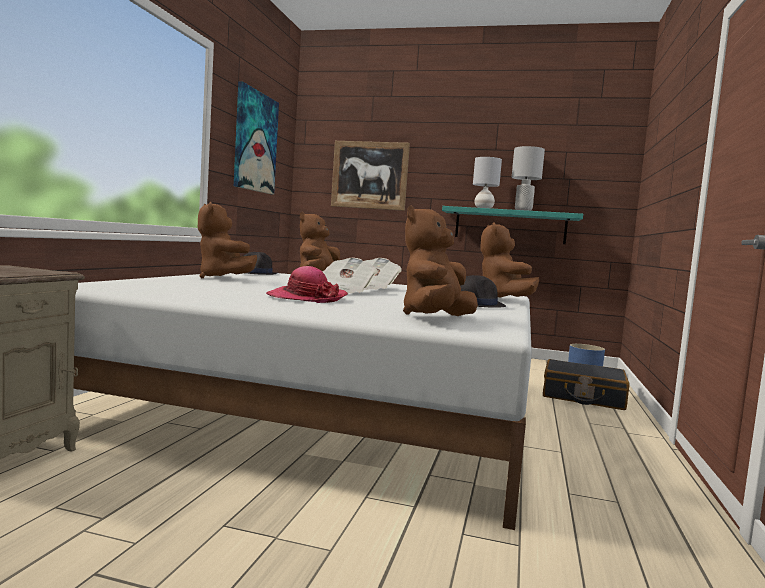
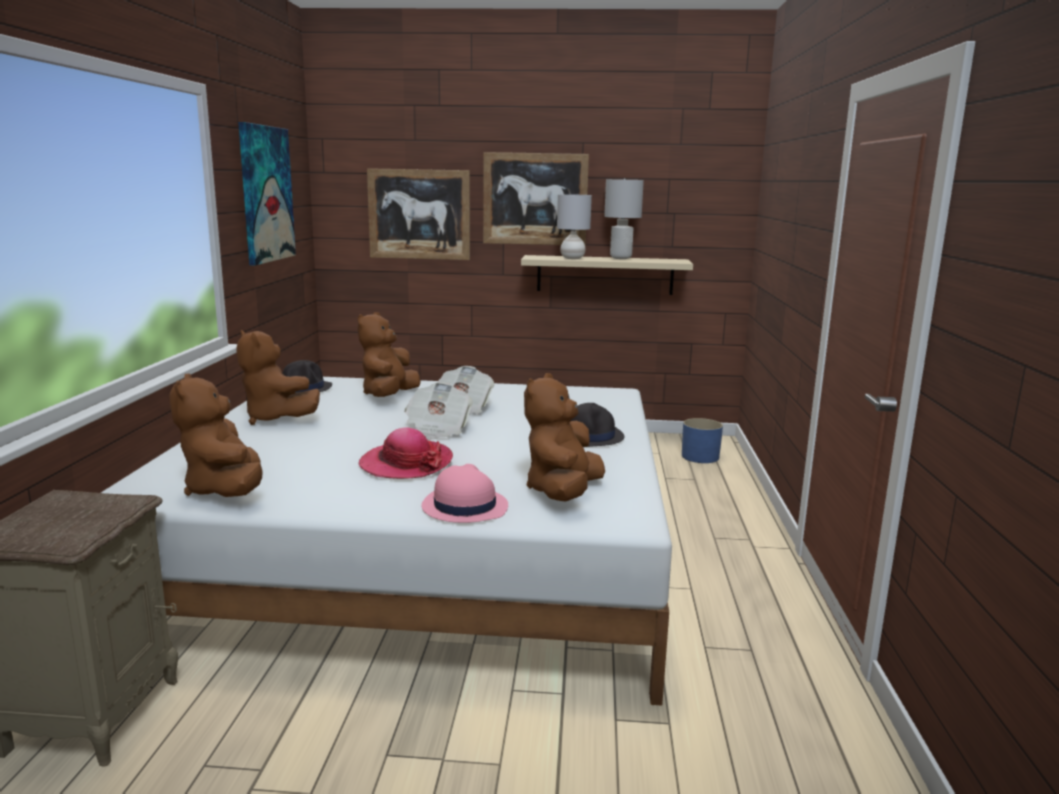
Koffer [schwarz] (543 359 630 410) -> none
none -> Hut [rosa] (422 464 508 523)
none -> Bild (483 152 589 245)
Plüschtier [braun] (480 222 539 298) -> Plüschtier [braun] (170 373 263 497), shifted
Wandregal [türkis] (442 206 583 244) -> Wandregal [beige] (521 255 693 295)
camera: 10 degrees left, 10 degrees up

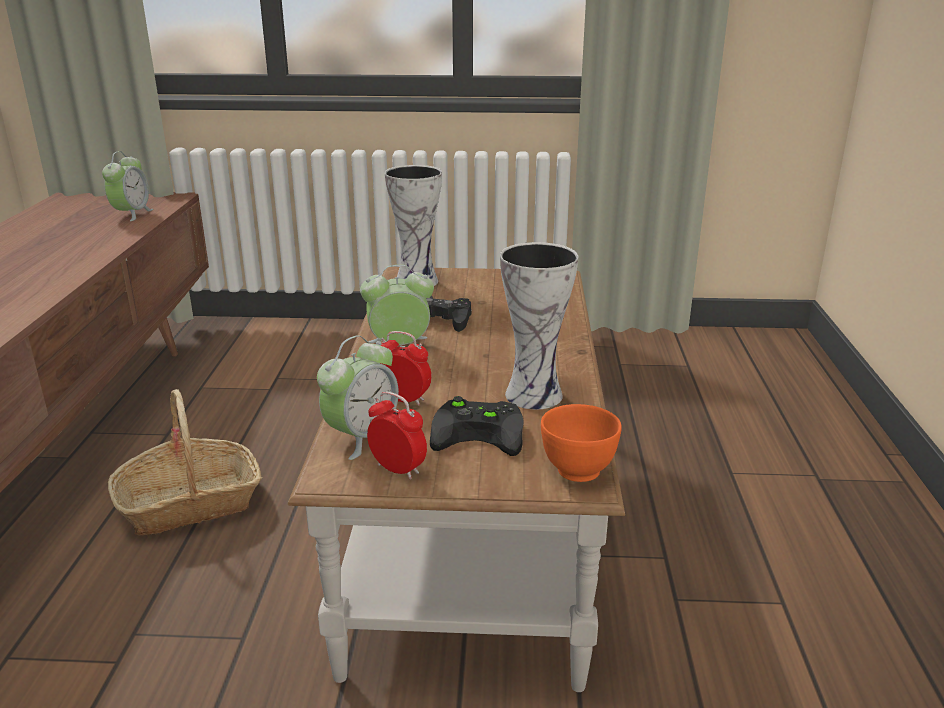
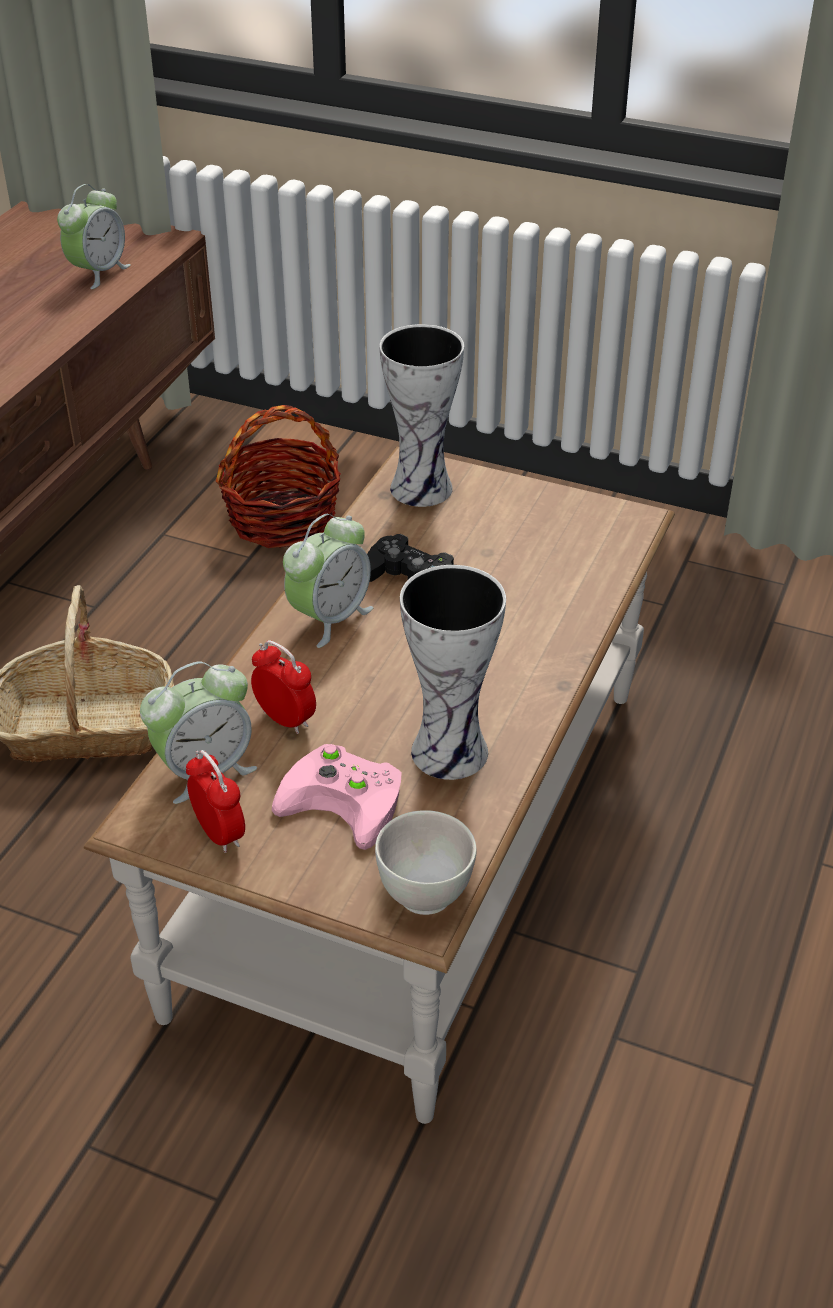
none -> Korb (216 405 341 548)
Gamepad [schwarz] (430 396 523 456) -> Gamepad [rosa] (272 744 402 850)
Schüssel [orange] (541 404 622 482) -> Schüssel [weiß] (375 810 476 915)
Wecker (360 265 434 345) -> Wecker (283 514 373 648), 120 degrees clockwise
camera: 20 degrees right, 15 degrees up

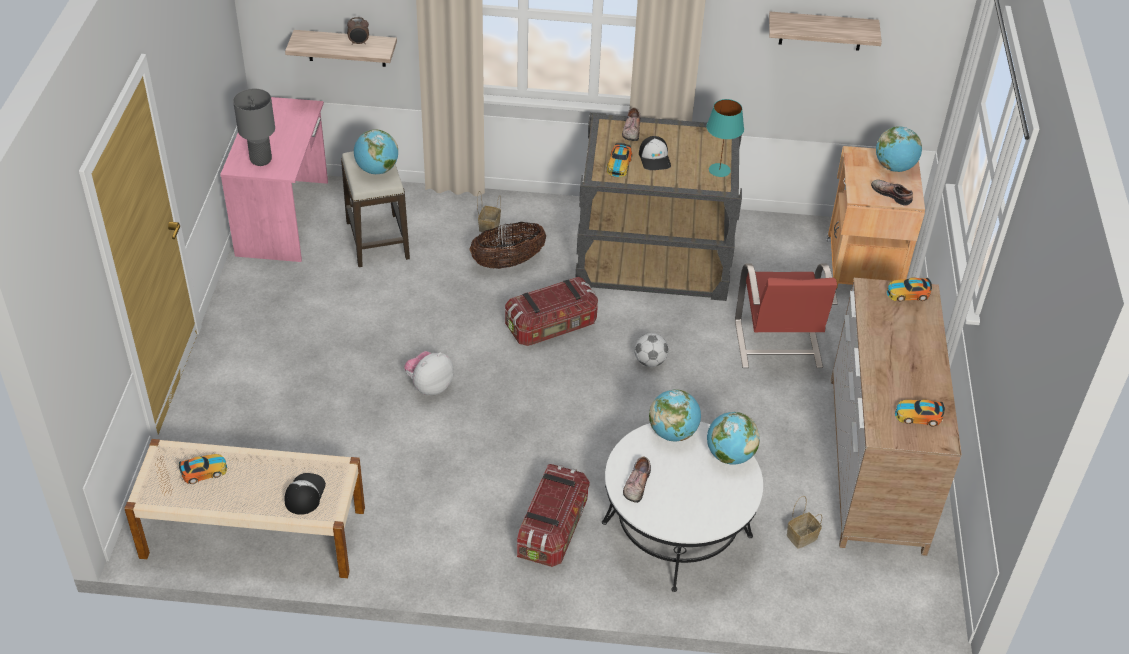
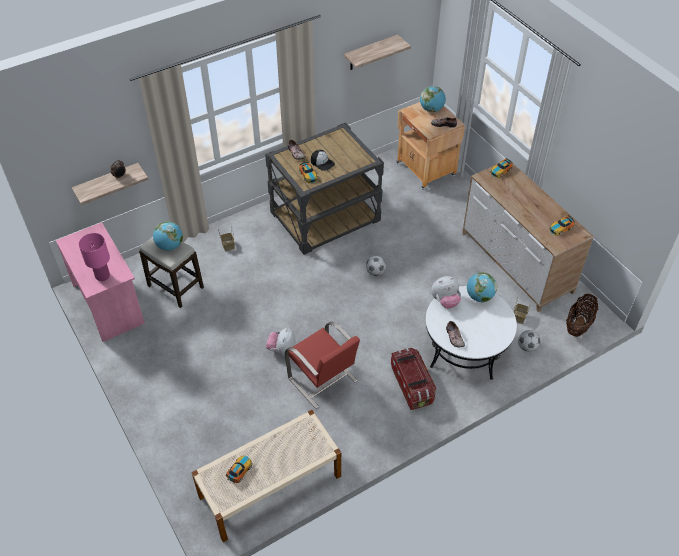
Kappe (284 473 326 515) -> none
Aufbewahrungsbox (505 277 598 346) -> none
Tischlampe [türkis] (706 99 744 177) -> none
none -> Fußball (518 330 540 352)
Korb (470 222 546 269) -> Korb (566 294 598 337), shifted
Stuhl [rot] (735 263 838 368) -> Stuhl [rot] (285 322 360 409), shifted
Globus (649 389 701 441) -> Plüschtier (431 276 461 308)
Tischlampe [grau] (233 89 275 166) -> Tischlampe [rosa] (79 233 110 281)
camera: 35 degrees left, 5 degrees up

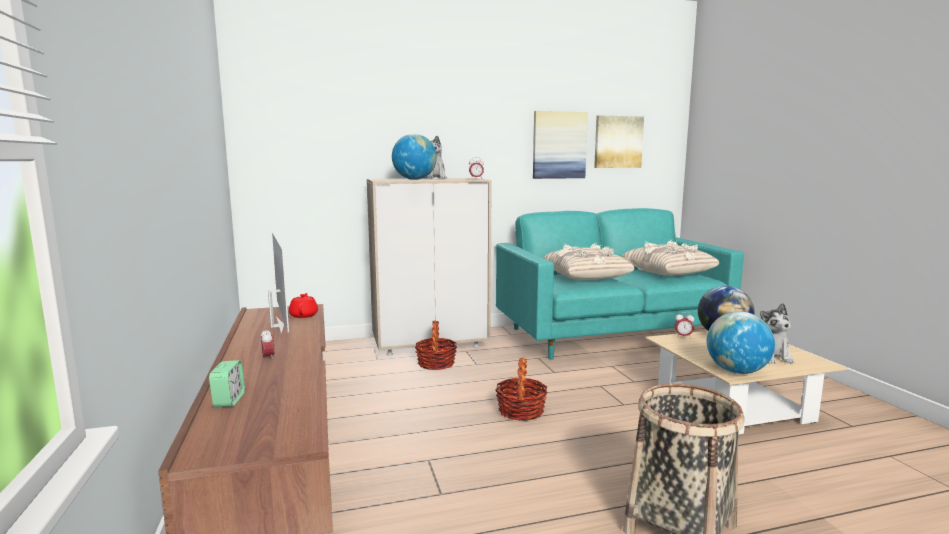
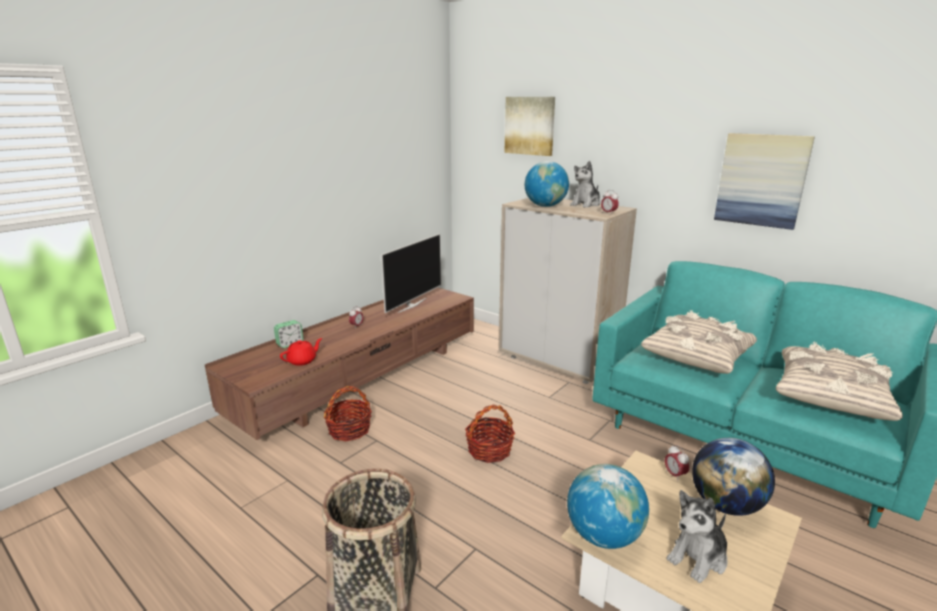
Teekanne [rot] (289 293 318 318) -> Teekanne [rot] (280 338 322 366), shifted
Korb (415 321 457 370) -> Korb (324 386 372 441), shifted
Bild (594 115 644 168) -> Bild (504 97 555 156), shifted
camera: 55 degrees right, 10 degrees up

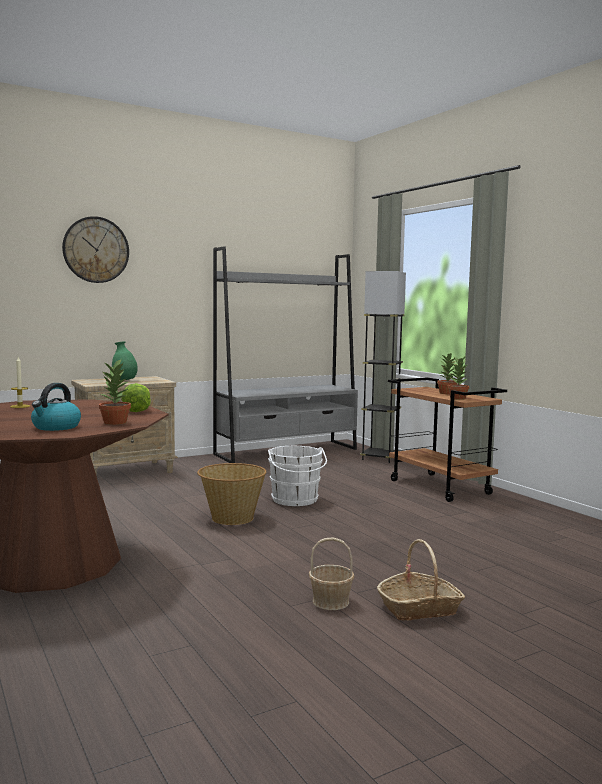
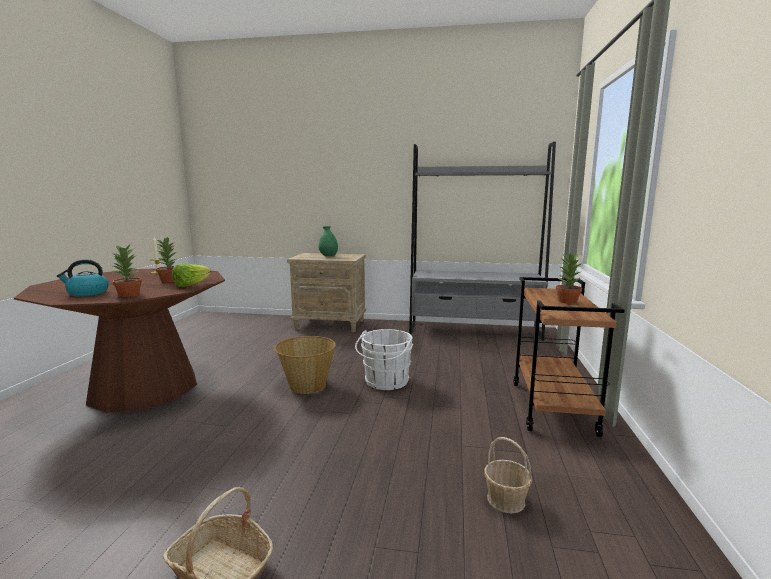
Wanduhr (62 216 129 283) -> none
Stehlampe [grau] (360 271 406 463) -> none
Korb (309 537 355 610) -> Korb (484 437 532 513), shifted
Topfpflanze (448 355 469 400) -> Topfpflanze (156 237 177 282), shifted
camera: 40 degrees right, 5 degrees up

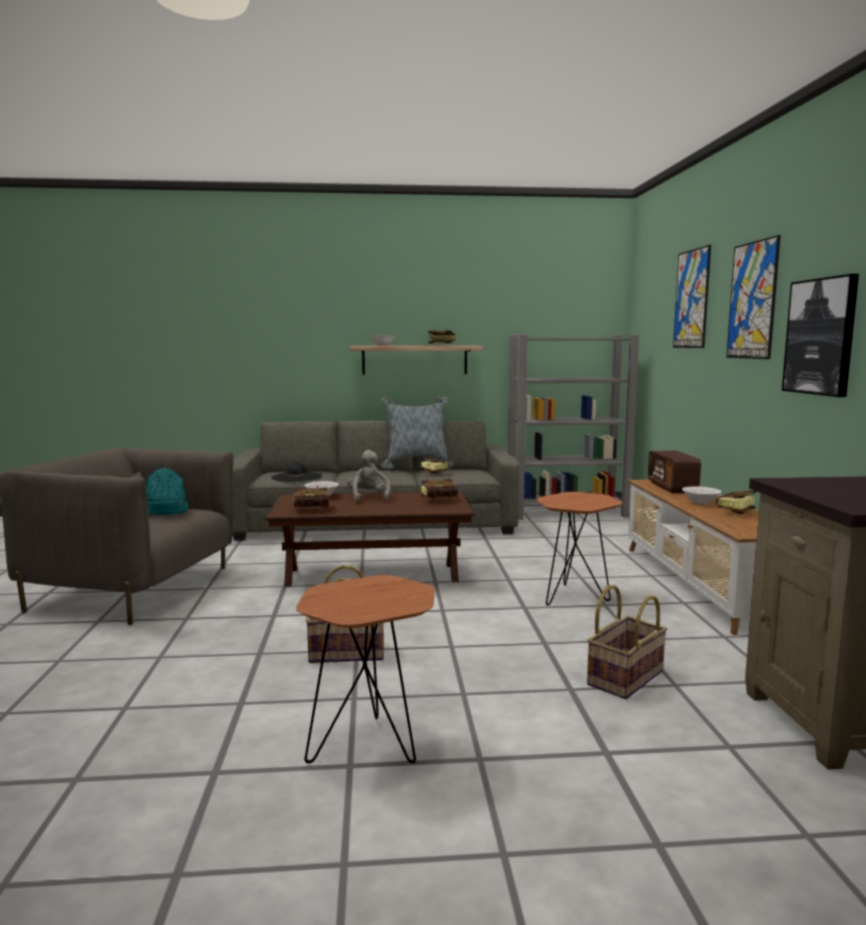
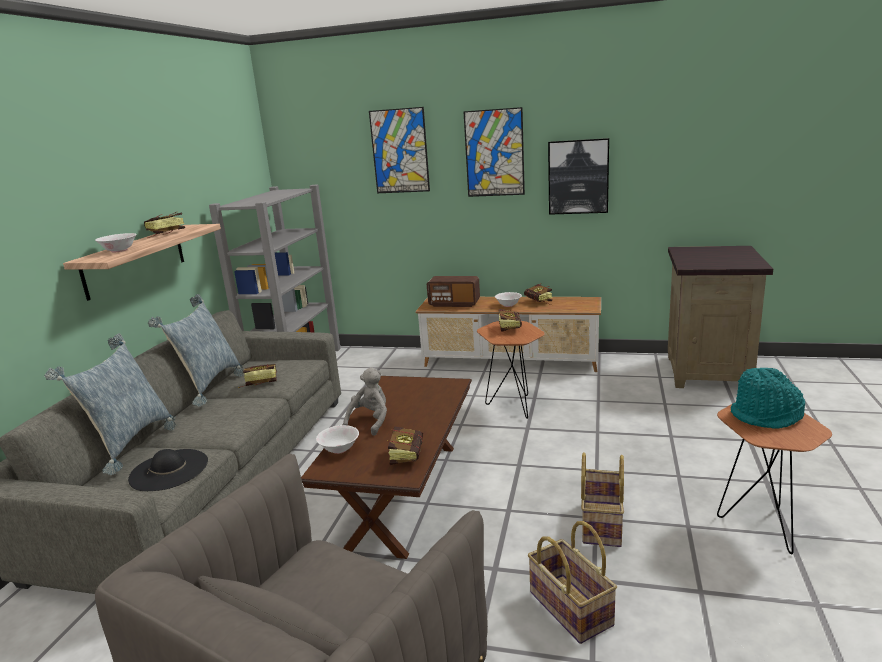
none -> Kissen (44 333 176 475)
Hut [türkis] (146 468 189 515) -> Hut [türkis] (731 368 805 429), shifted
Buch (421 478 459 499) -> Buch (499 309 522 332), shifted
Korb (587 584 667 699) -> Korb (528 521 617 644), shifted
Plüschtier [grau] (347 450 390 502) -> Plüschtier [grau] (343 367 387 436), 105 degrees clockwise
camera: 70 degrees left, 10 degrees up

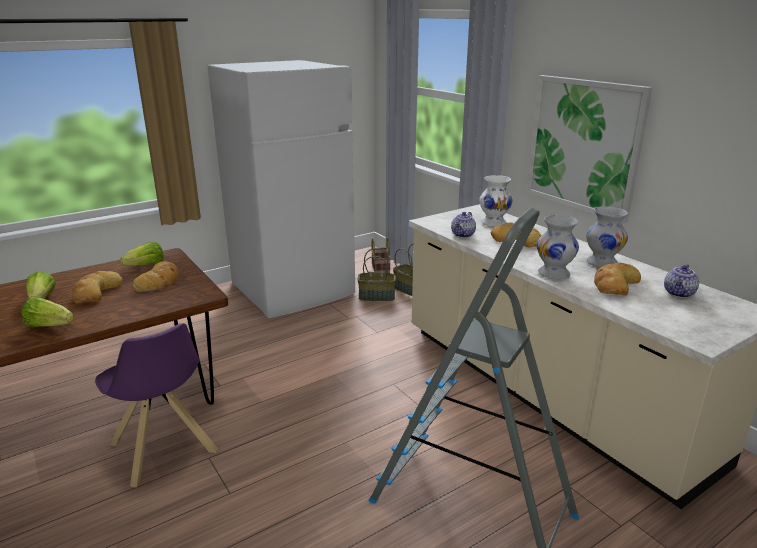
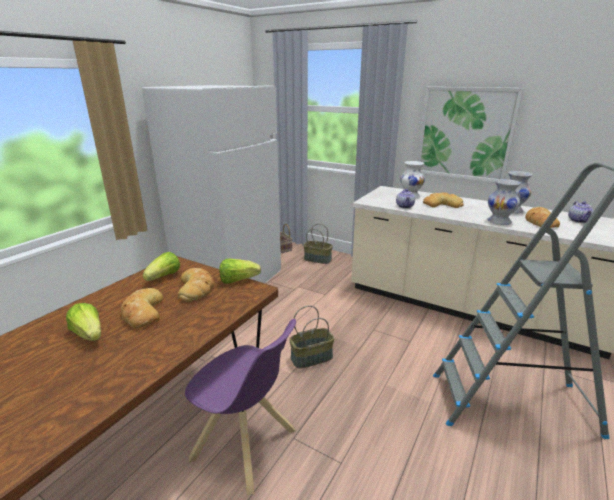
Salatkopf (21 297 74 327) -> Salatkopf (219 259 261 284), shifted
Korb (358 248 396 301) -> Korb (289 305 334 369), shifted
camera: 25 degrees left, 0 degrees up

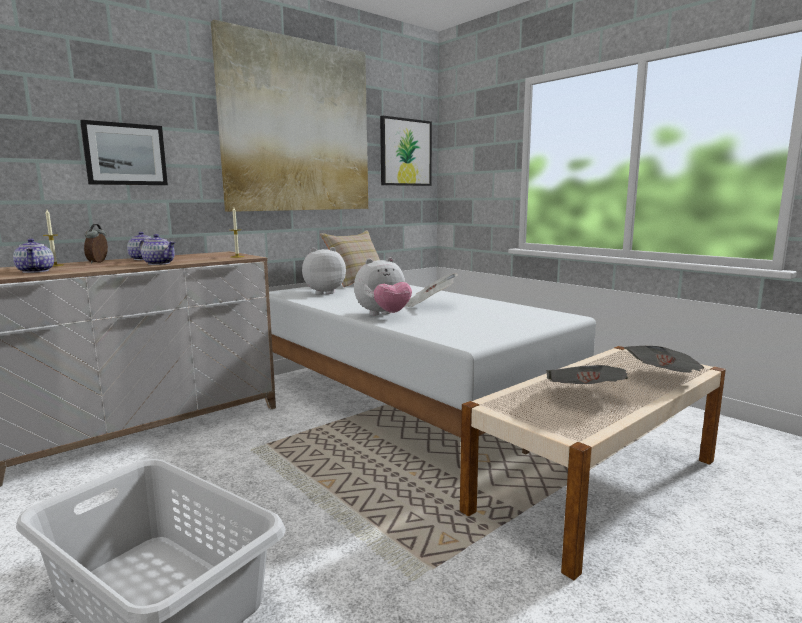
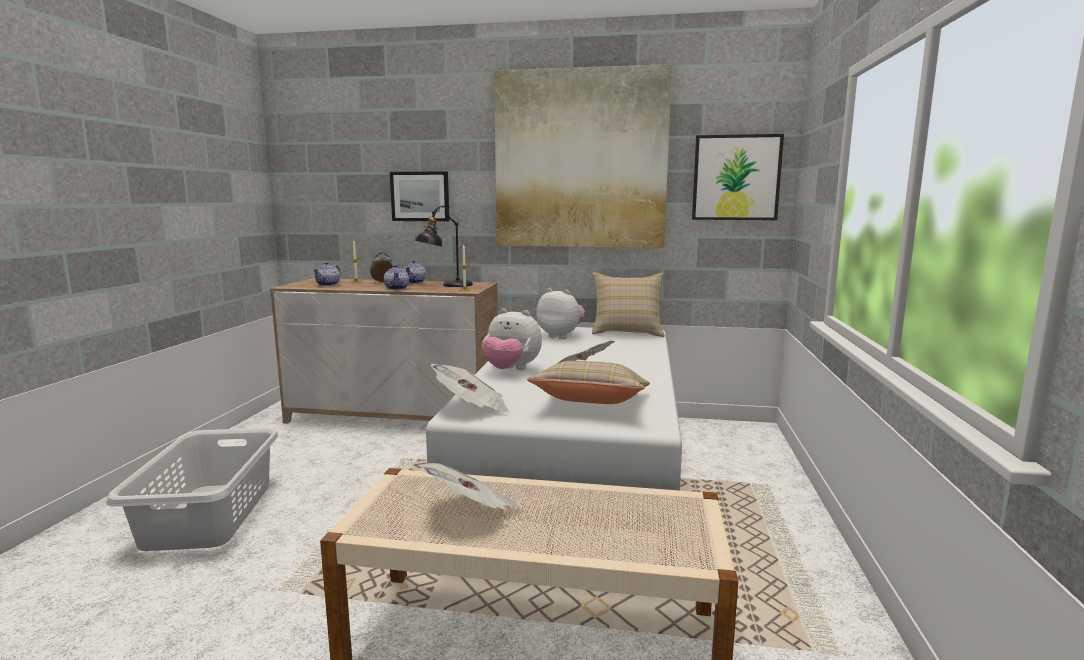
none -> Tischlampe [schwarz] (414 206 473 287)
none -> Kissen [beige] (527 361 650 404)
Zeitung (624 346 705 373) -> Zeitung (431 364 510 413), shifted
camera: 50 degrees right, 0 degrees up

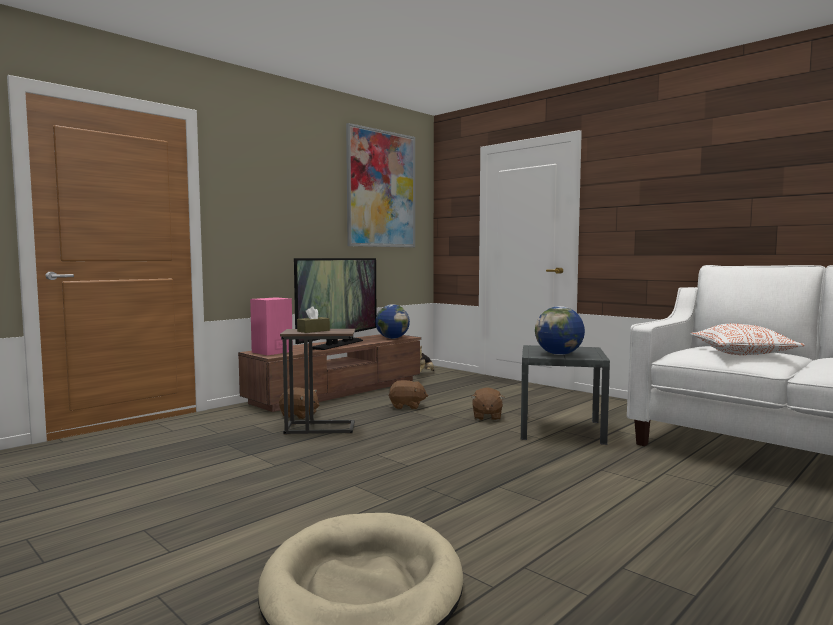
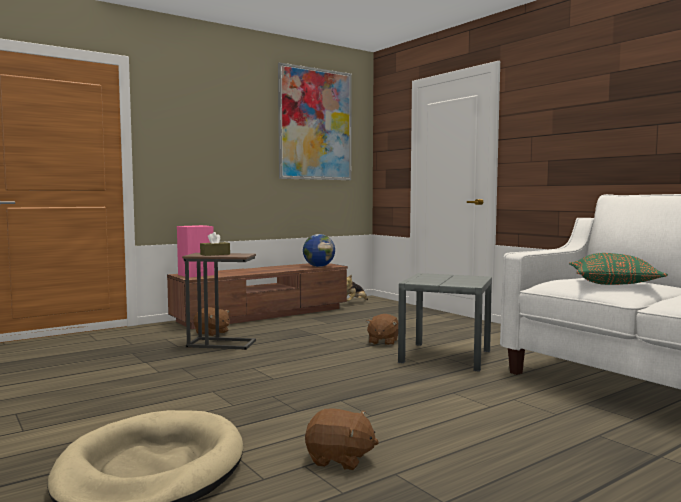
Fernseher (294 258 376 350) -> none
Globus (535 306 585 355) -> none
Plüschtier [braun] (388 380 428 409) -> Plüschtier [braun] (305 408 379 470), shifted
Kissen [weiß] (690 324 805 355) -> Kissen [grün] (569 253 668 285)
camera: 10 degrees right, 0 degrees up

